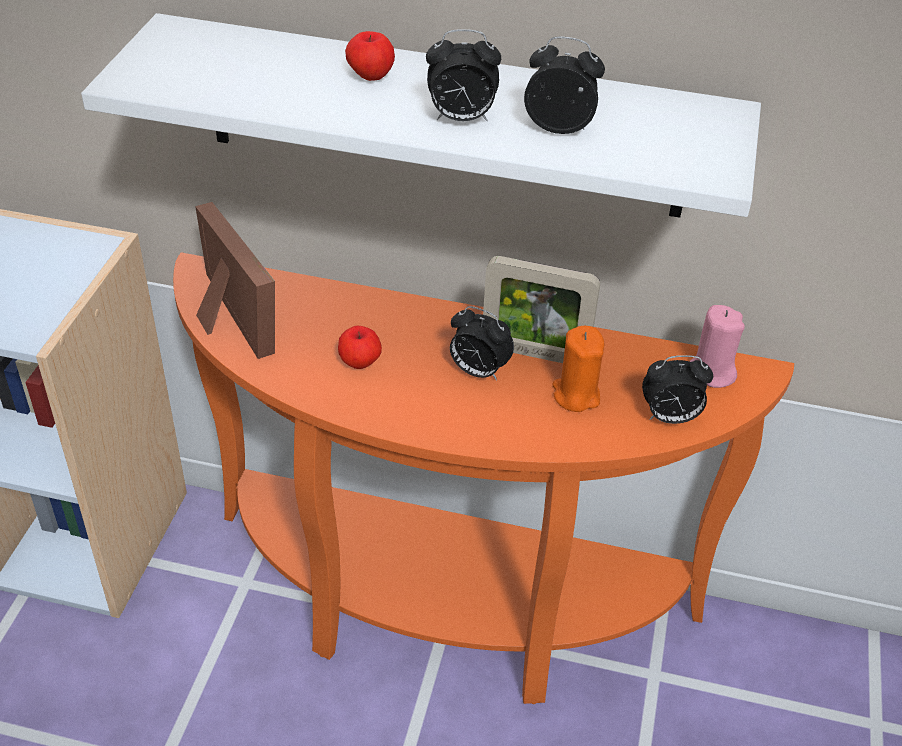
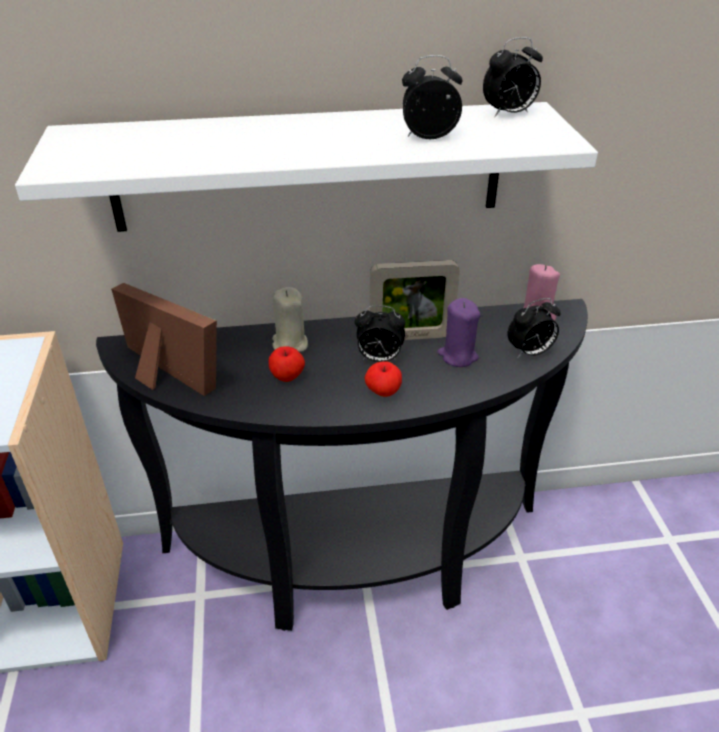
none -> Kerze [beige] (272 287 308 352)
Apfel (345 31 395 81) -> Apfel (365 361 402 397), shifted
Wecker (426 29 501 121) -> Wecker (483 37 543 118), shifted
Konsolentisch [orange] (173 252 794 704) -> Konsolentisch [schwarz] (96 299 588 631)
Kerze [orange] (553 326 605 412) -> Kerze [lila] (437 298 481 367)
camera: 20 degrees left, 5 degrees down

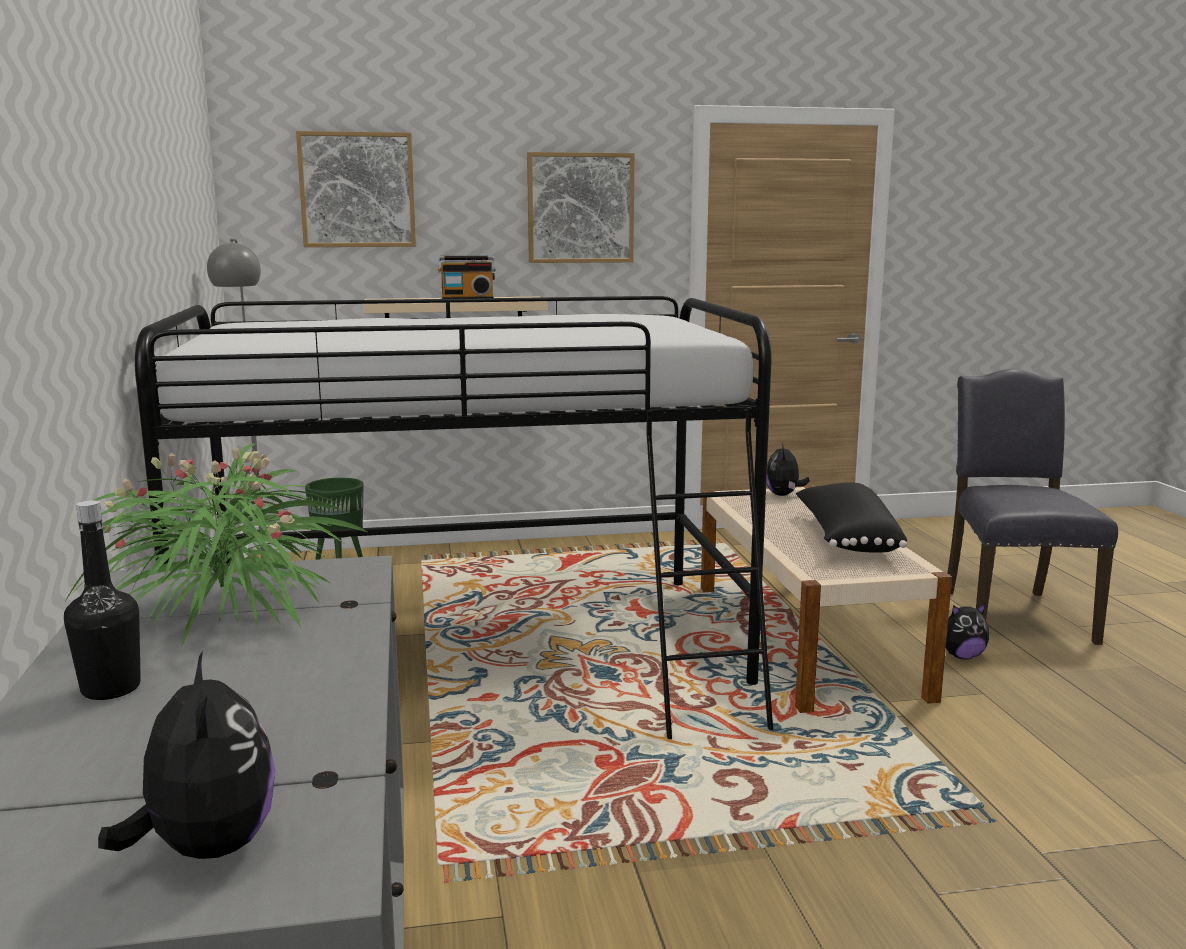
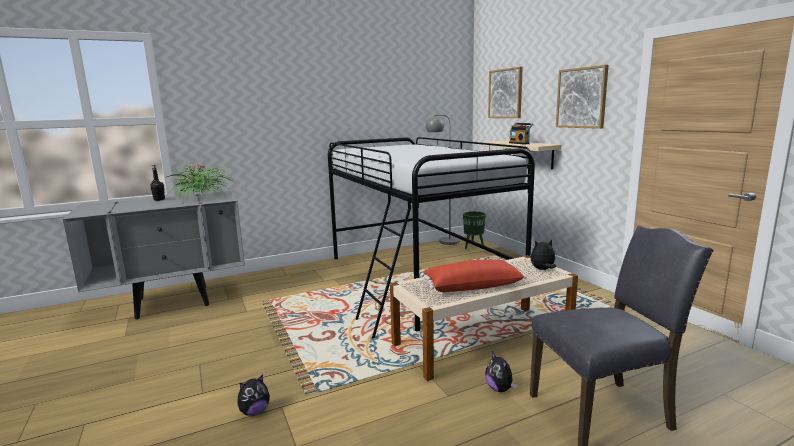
Plüschtier (98 650 275 859) -> Plüschtier (237 374 270 416), shifted
Kissen [schwarz] (796 482 907 553) -> Kissen [rot] (421 260 527 292)
camera: 75 degrees right, 0 degrees up

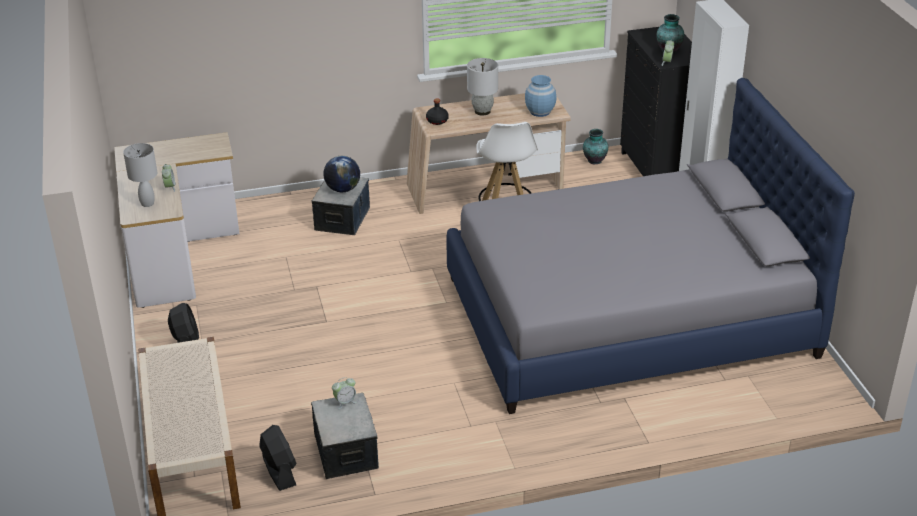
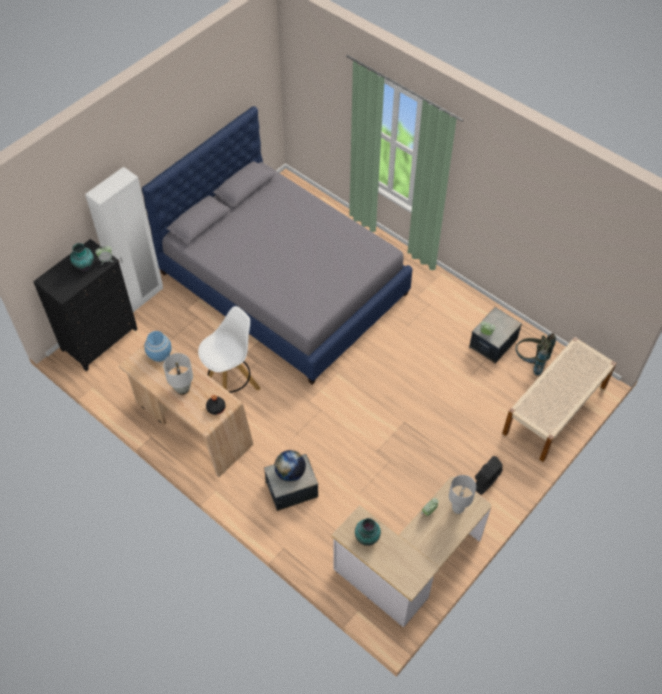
Vase (583 129 608 165) -> Vase (355 518 381 546), shifted
Ventilator [schwarz] (259 425 297 491) -> Rucksack [grau] (515 333 556 376)
camera: 125 degrees left, 20 degrees up

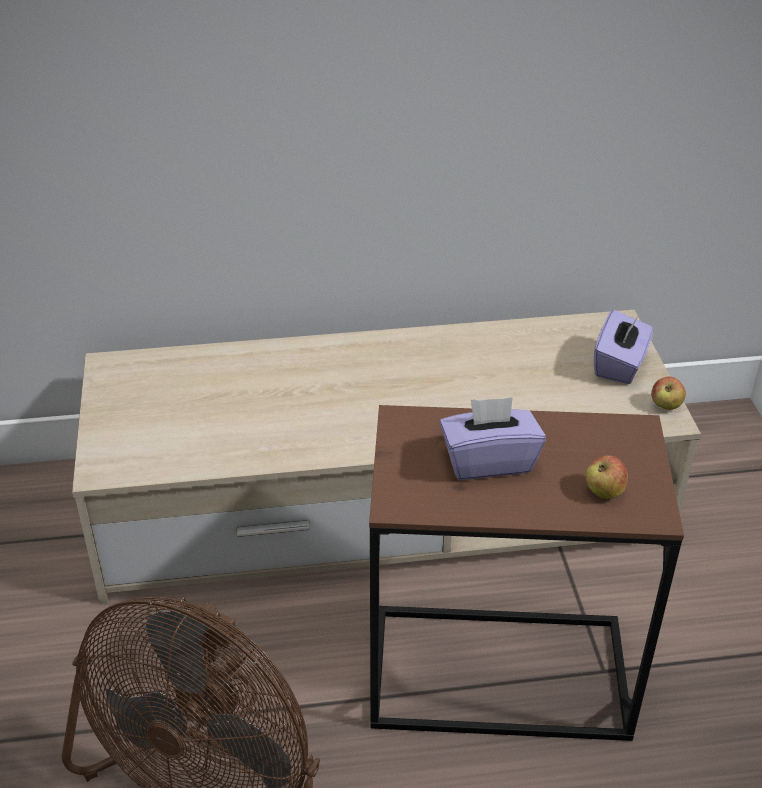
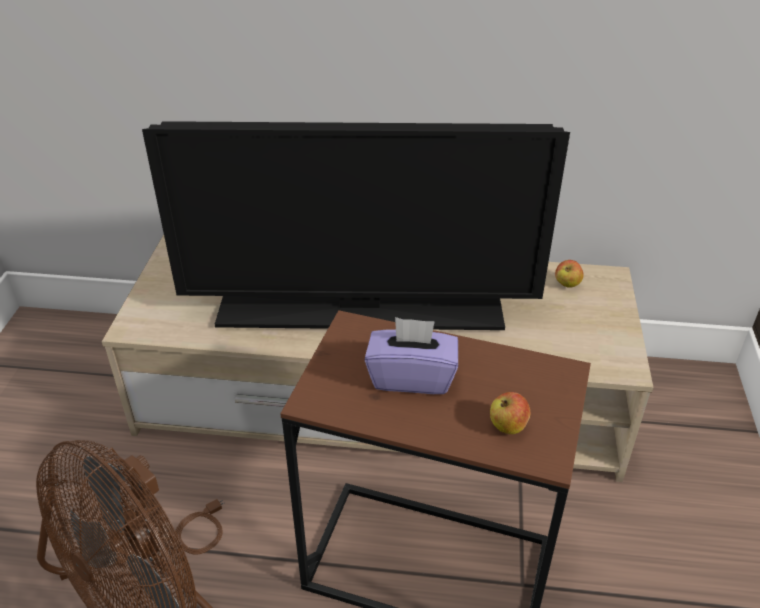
Taschentuchbox [lila] (594 310 653 384) -> none
none -> Fernseher (142 121 570 330)
Apfel (651 376 686 410) -> Apfel (555 260 584 287), shifted
camera: 15 degrees right, 0 degrees up

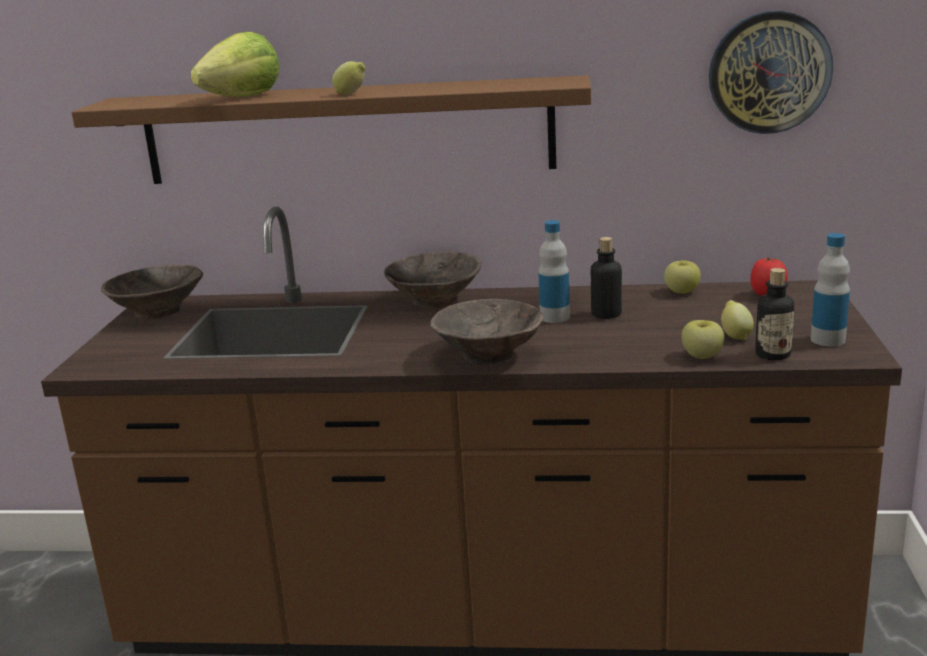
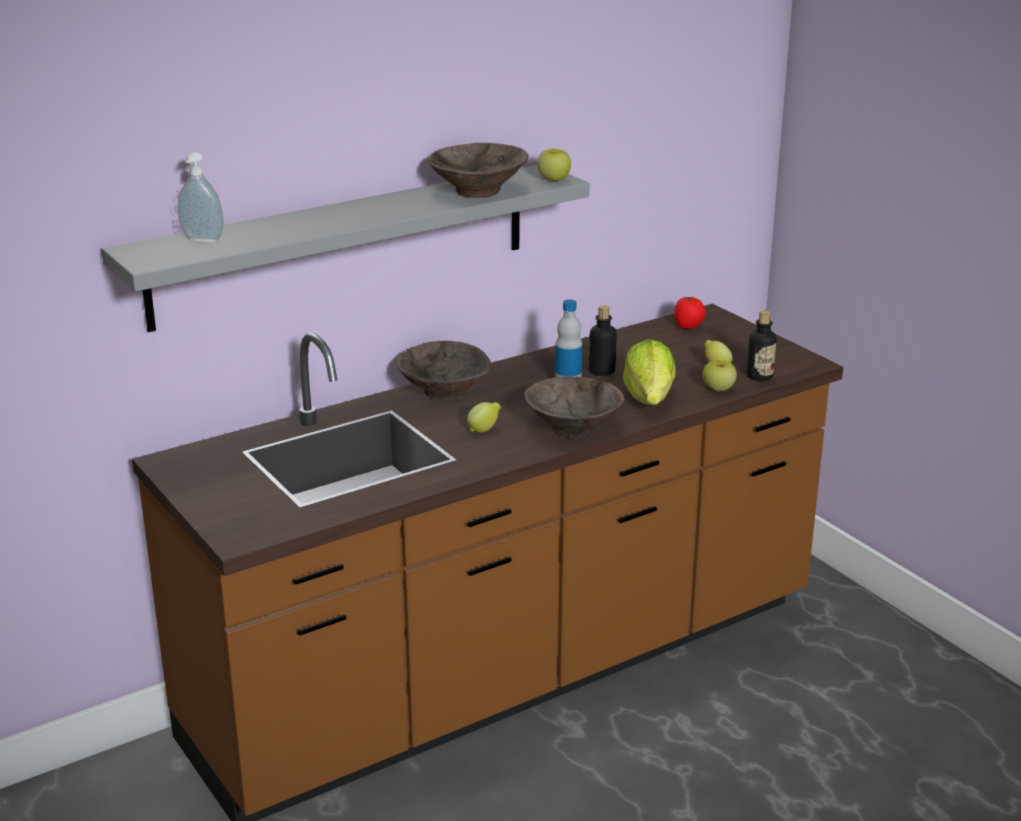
Wanduhr (709 11 833 134) -> none
Flasche (811 233 850 347) -> none
none -> Seifenspender (178 152 224 243)
Schüssel [braun] (102 265 203 319) -> Schüssel [braun] (428 143 529 198), shifted
Salatkopf (191 32 279 97) -> Salatkopf (623 339 676 405), shifted
Zitrone (332 61 366 95) -> Zitrone (467 402 501 433), shifted
Apfel (664 260 701 294) -> Apfel (537 149 571 181), shifted
Wandregal [braun] (72 75 591 184) -> Wandregal [grau] (101 165 590 332)
camera: 40 degrees left, 5 degrees up

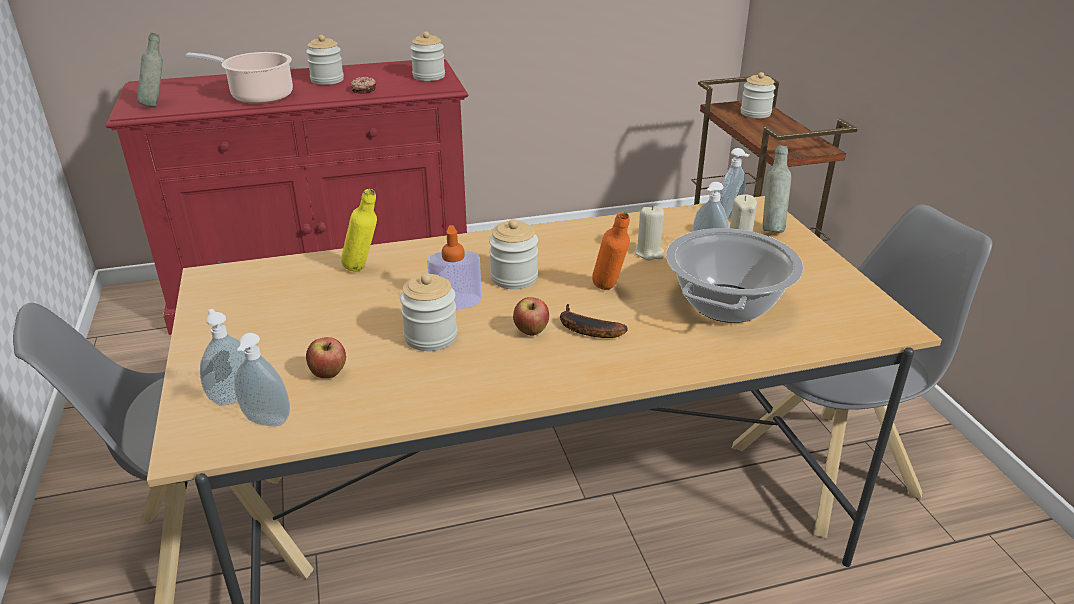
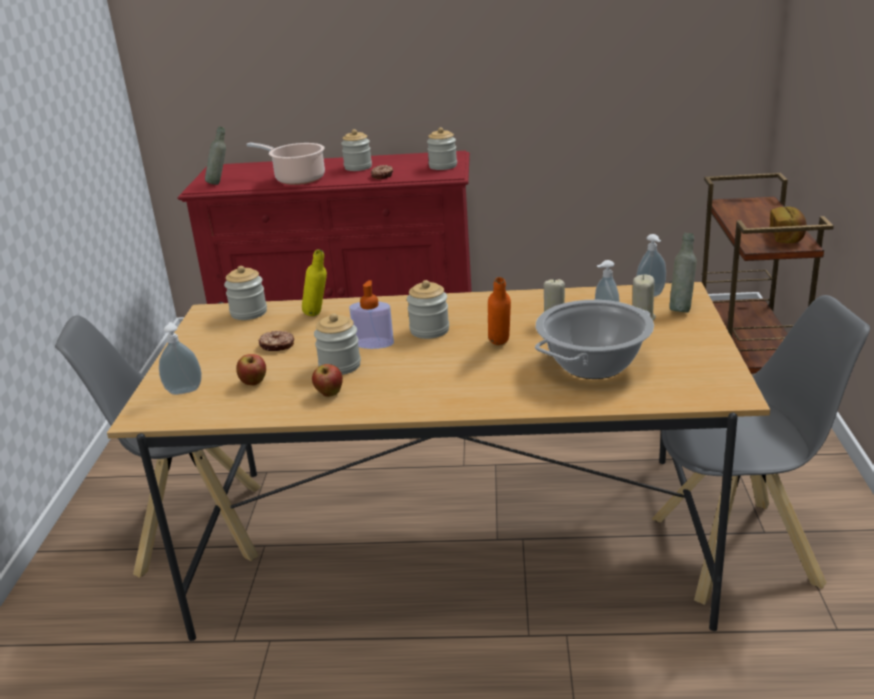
Seifenspender (234 333 290 426) -> none
Banane (560 304 628 338) -> none
none -> Donut (258 331 294 351)
none -> Brot (770 207 806 243)
Apfel (513 297 549 336) -> Apfel (312 364 343 397), shifted
Vorratsglas (741 72 776 118) -> Vorratsglas (224 266 267 320), shifted
camera: 20 degrees right, 5 degrees down

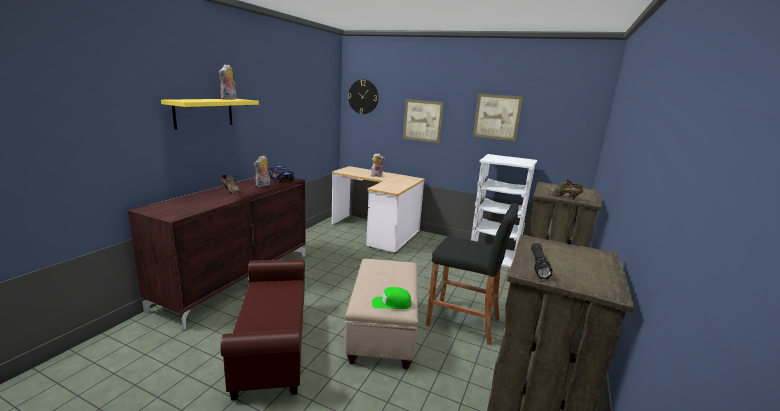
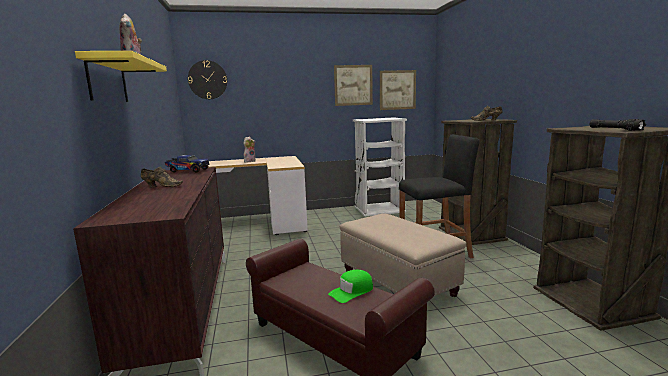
Plüschtier (254 155 270 187) -> none
Kappe [grün] (372 287 411 309) -> Kappe [grün] (328 270 373 303), shifted
Bild (403 99 444 143) -> Bild (380 70 416 110), shifted
camera: 35 degrees left, 5 degrees down

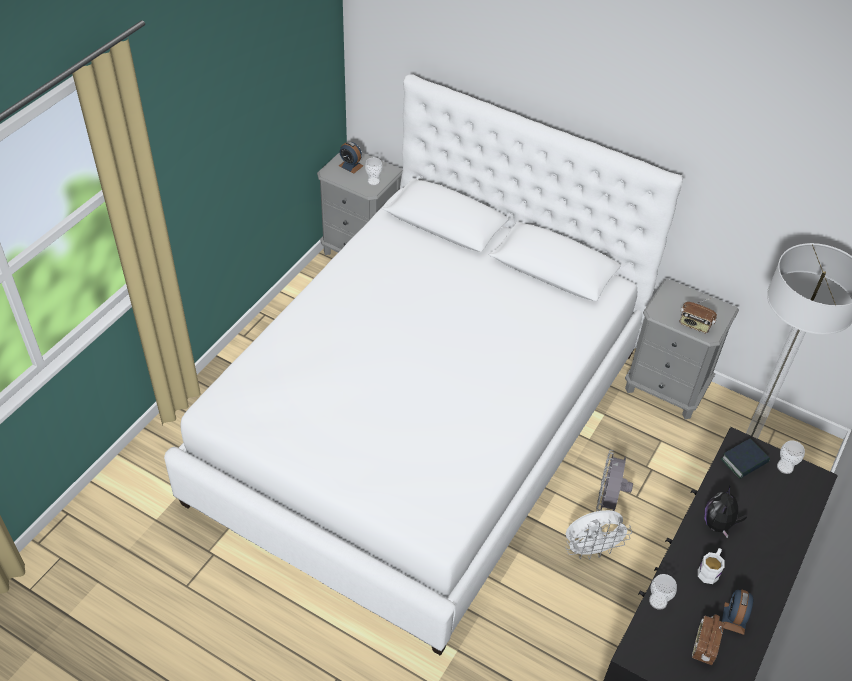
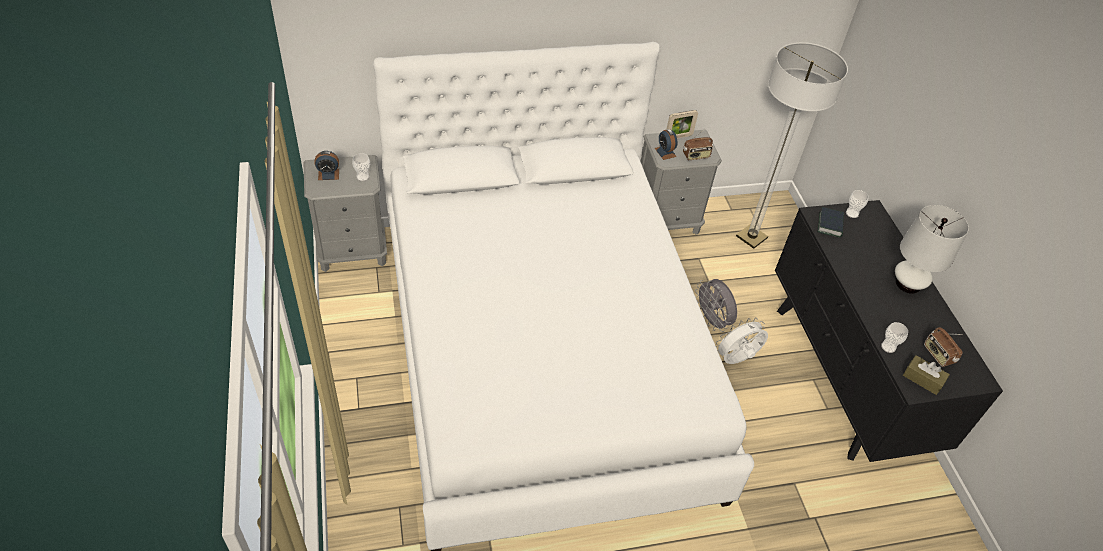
Henkelbecher [weiß] (698 548 725 584) -> none
Plüschtier (704 485 747 538) -> none
none -> Bilderrahmen (666 110 698 138)
none -> Tischlampe [weiß] (895 205 969 294)
none -> Taschentuchbox [braun] (903 355 950 395)
Wecker (722 590 753 635) -> Wecker (655 129 677 160), shifted
Ventilator [weiß] (565 510 632 559) -> Ventilator [weiß] (716 317 768 364), 150 degrees counterclockwise
camera: 45 degrees left, 0 degrees up

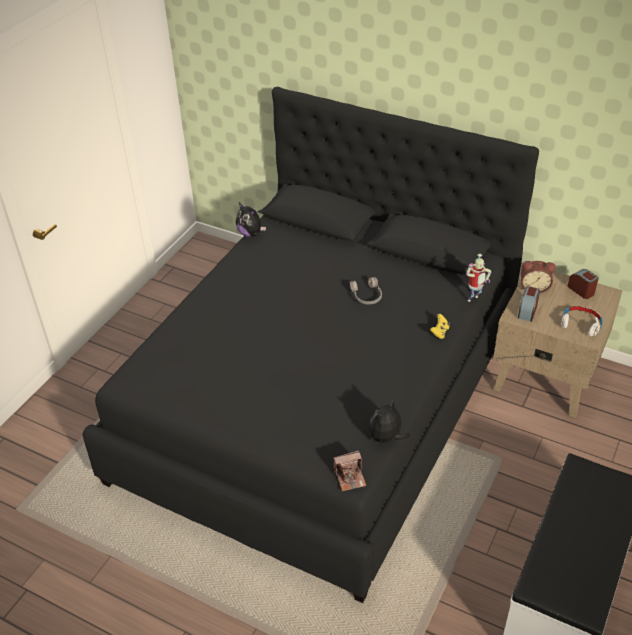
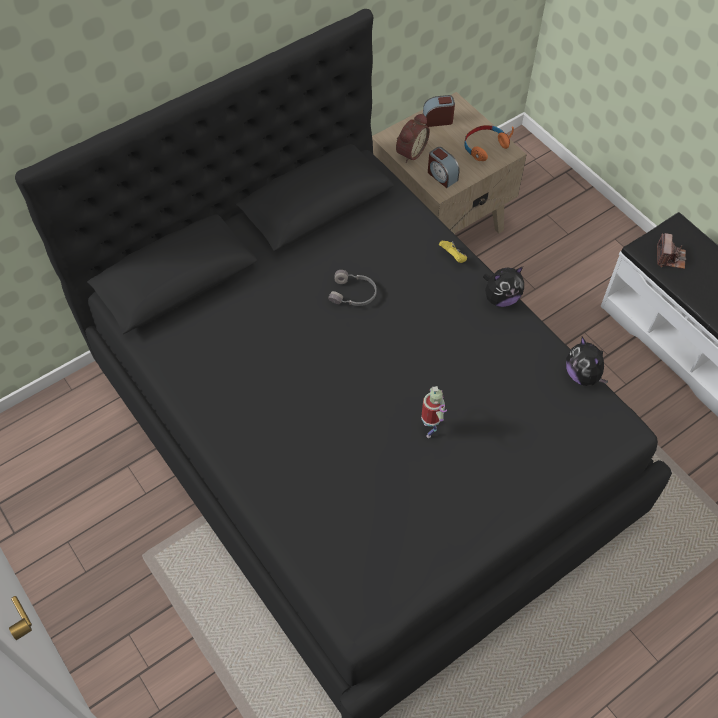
Plüschtier (236 203 266 237) -> Plüschtier (483 267 524 307), shifted
Kamera (333 450 366 491) -> Kamera (657 233 686 269), shifted
Spielzeugroboter (466 254 491 302) -> Spielzeugroboter (421 386 447 438), shifted
Kopfhörer [weiß] (561 306 602 336) -> Kopfhörer [orange] (464 125 514 161)
camera: 65 degrees left, 15 degrees up

